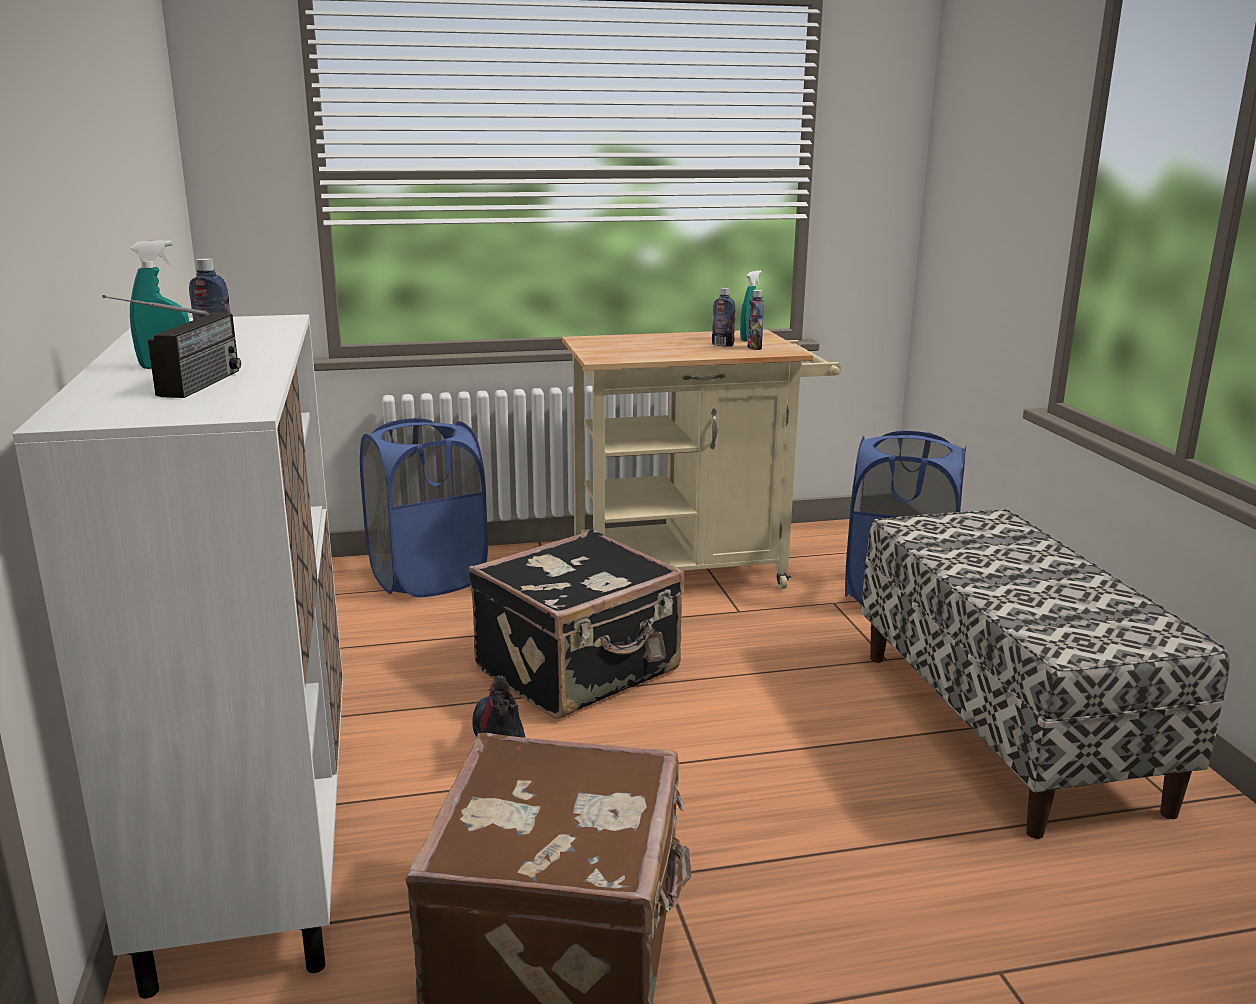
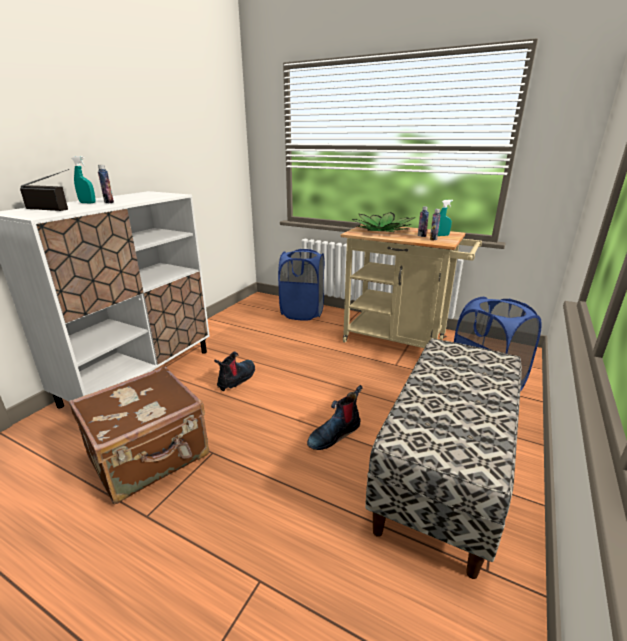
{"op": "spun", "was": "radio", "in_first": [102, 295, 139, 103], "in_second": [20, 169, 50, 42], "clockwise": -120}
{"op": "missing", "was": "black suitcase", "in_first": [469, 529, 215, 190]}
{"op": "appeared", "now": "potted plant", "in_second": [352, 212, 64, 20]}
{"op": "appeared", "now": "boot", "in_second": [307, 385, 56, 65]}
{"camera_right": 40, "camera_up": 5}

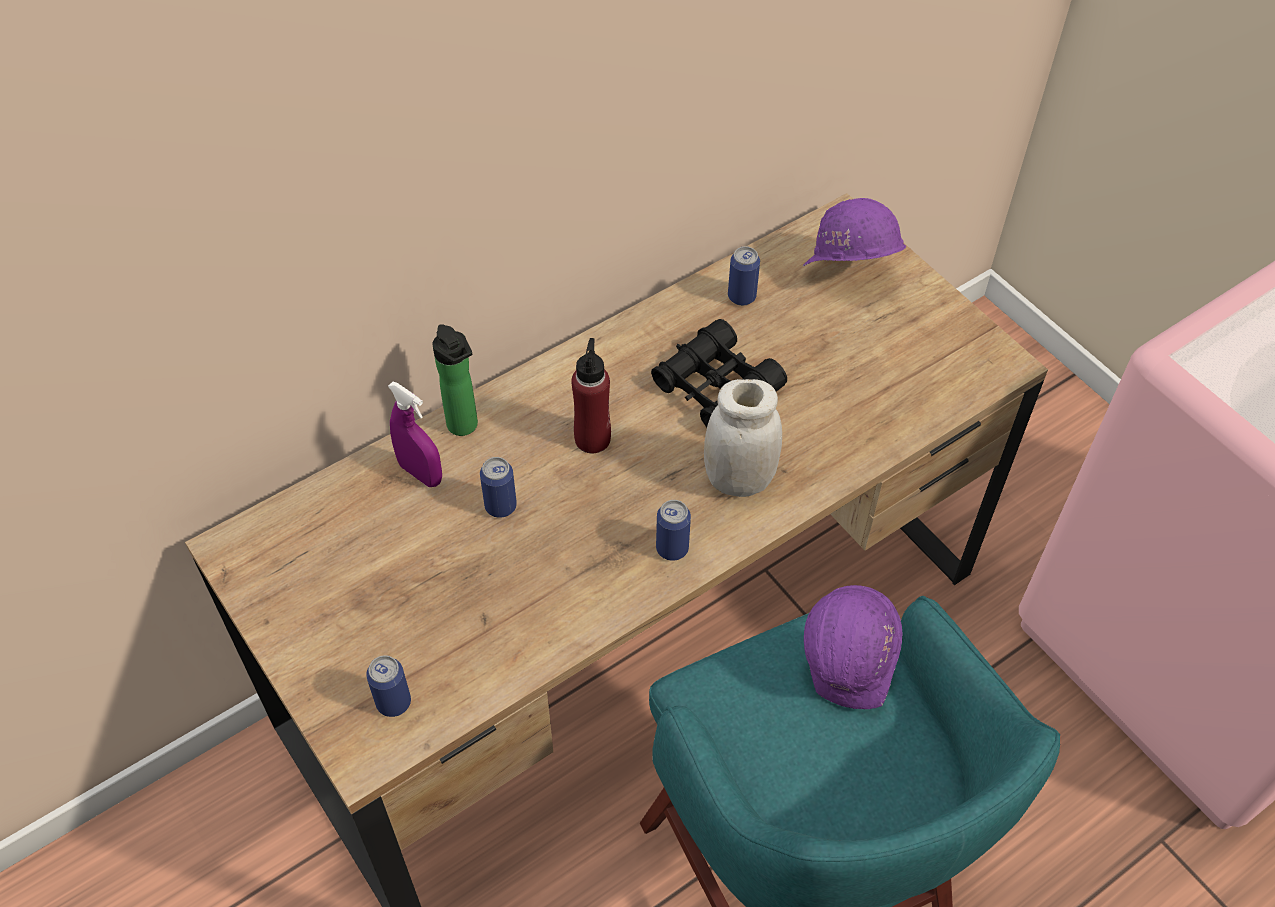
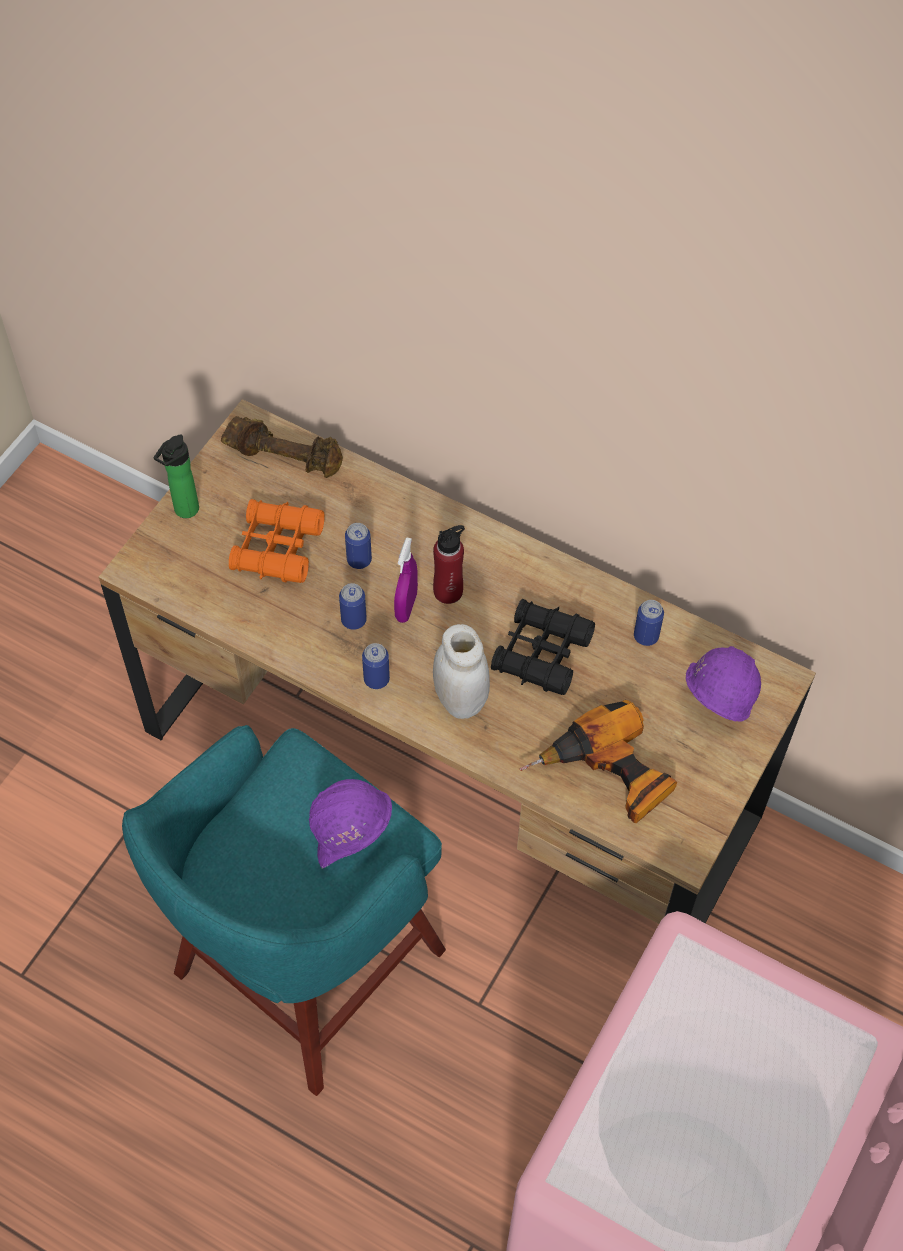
{"op": "relocated", "was": "bottle", "in_first": [432, 324, 46, 112], "in_second": [153, 434, 46, 84]}
{"op": "relocated", "was": "purple spray bottle", "in_first": [388, 382, 54, 105], "in_second": [394, 537, 24, 86]}
{"op": "relocated", "was": "can", "in_first": [366, 655, 45, 62], "in_second": [339, 583, 28, 47]}
{"op": "appeared", "now": "brown dumbbell", "in_second": [221, 416, 122, 62]}
{"op": "appeared", "now": "orange binoculars", "in_second": [229, 499, 96, 84]}
{"op": "appeared", "now": "power drill", "in_second": [520, 700, 157, 123]}
{"camera_right": 65, "camera_up": 5}

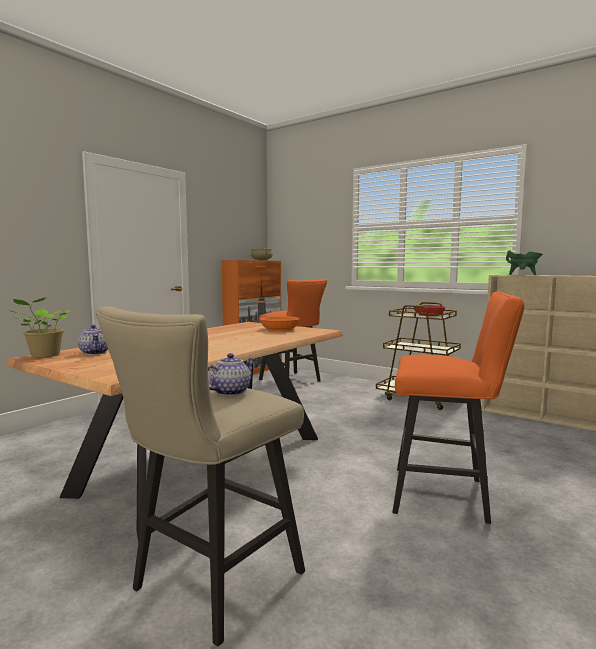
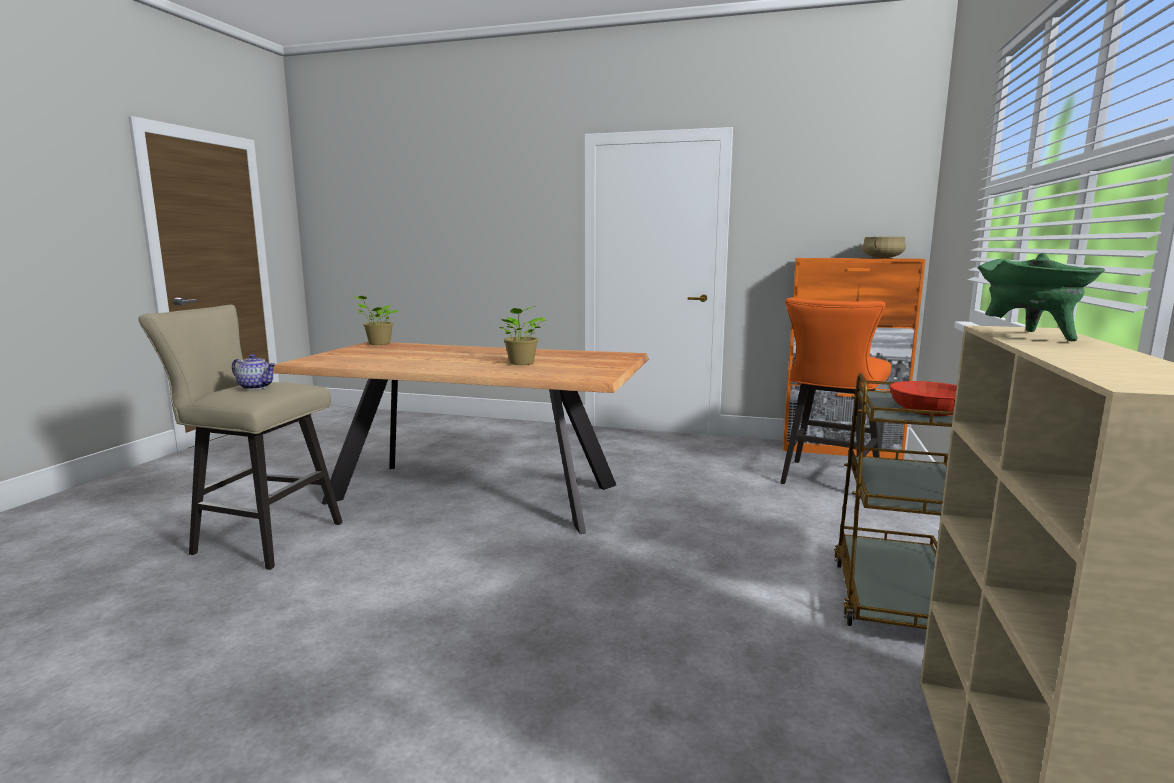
{"op": "missing", "was": "orange stool", "in_first": [392, 291, 132, 233]}
{"op": "missing", "was": "orange bowl", "in_first": [260, 316, 40, 15]}
{"op": "missing", "was": "teapot", "in_first": [78, 324, 30, 31]}
{"op": "appeared", "now": "potted plant", "in_second": [500, 306, 47, 59]}
{"camera_right": 70, "camera_up": 5}

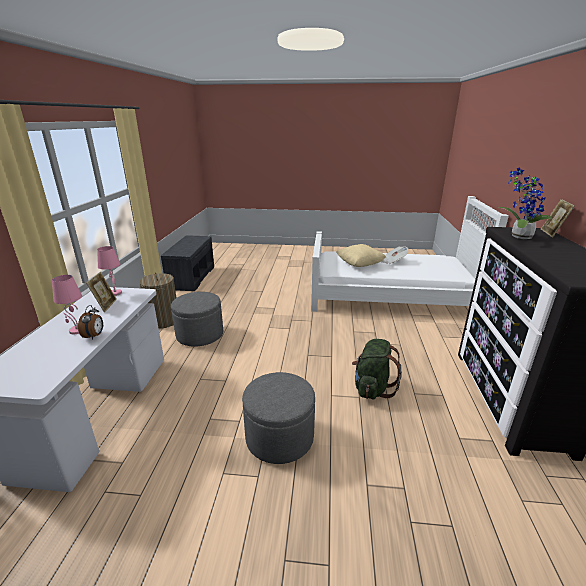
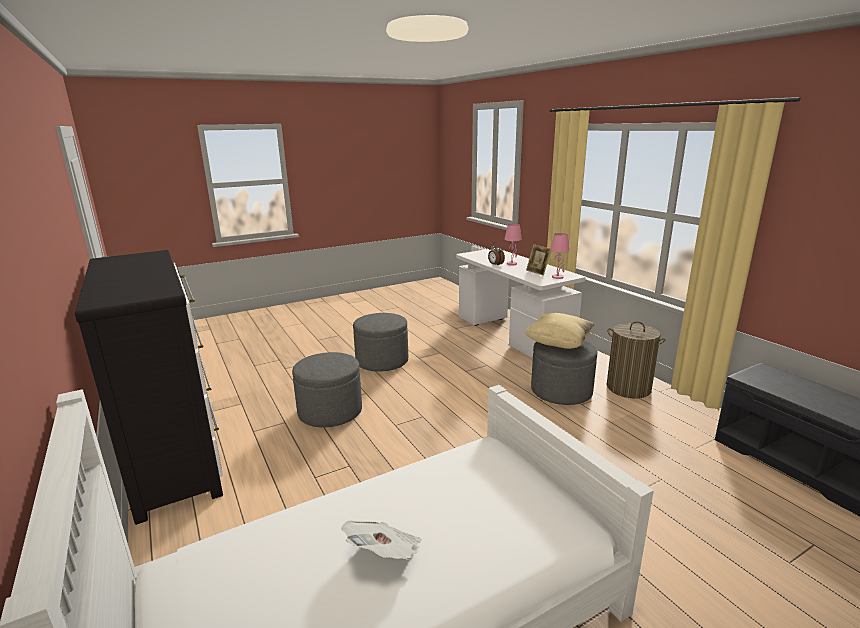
{"op": "missing", "was": "potted plant", "in_first": [498, 167, 54, 72]}
{"op": "missing", "was": "picture frame", "in_first": [541, 199, 34, 38]}
{"op": "relocated", "was": "beige pillow", "in_first": [336, 244, 51, 23], "in_second": [524, 313, 71, 36]}
{"op": "exchanged", "was": "green backpack", "now": "grey ottoman", "in_first": [352, 339, 50, 60], "in_second": [292, 352, 70, 75]}
{"camera_right": 145, "camera_up": -5}

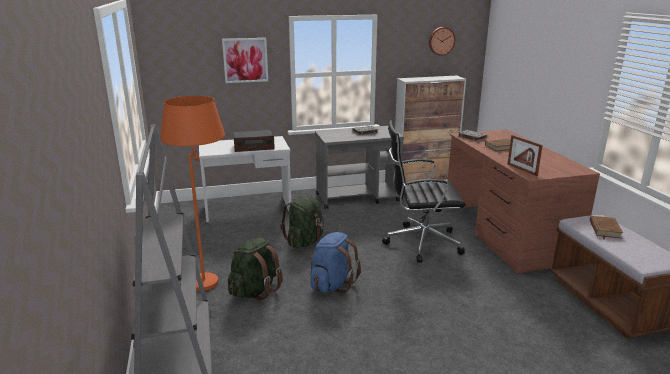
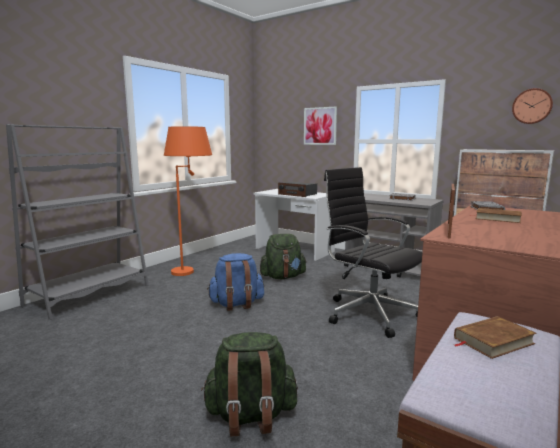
{"op": "relocated", "was": "green backpack", "in_first": [228, 238, 55, 63], "in_second": [201, 332, 97, 104]}
{"camera_right": 50, "camera_up": -10}

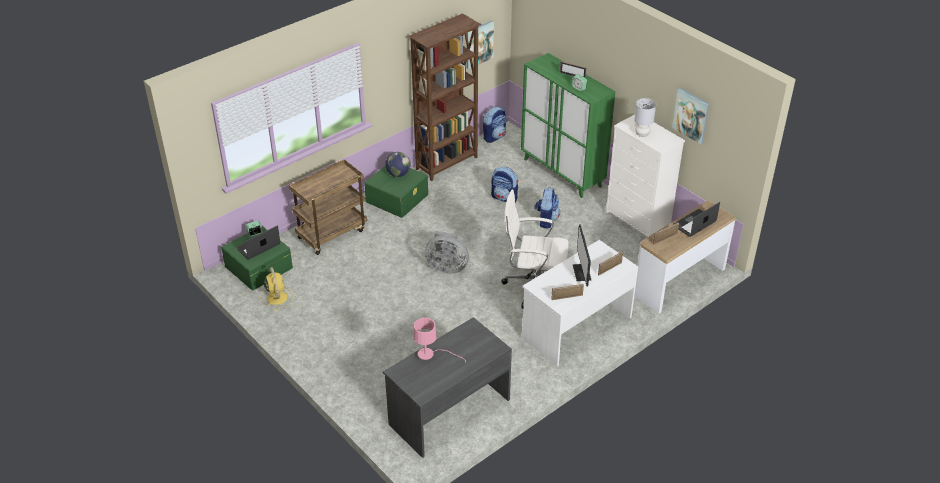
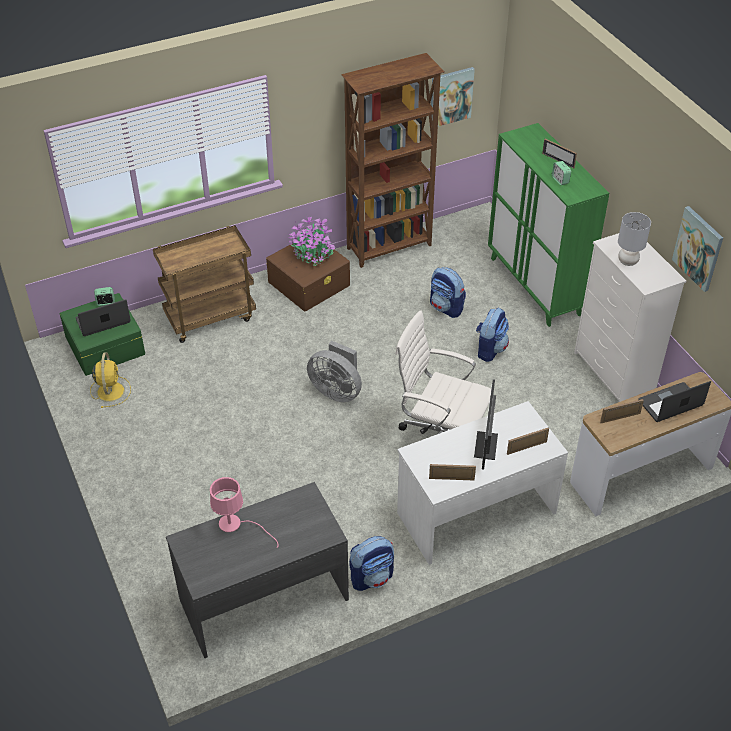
{"op": "relocated", "was": "backpack", "in_first": [483, 107, 23, 36], "in_second": [349, 536, 45, 55]}
{"op": "exchanged", "was": "globe", "now": "potted plant", "in_first": [385, 152, 25, 25], "in_second": [289, 217, 47, 49]}
{"op": "colour", "was": "green storage box", "now": "brown storage box", "in_first": [364, 166, 64, 52], "in_second": [266, 237, 84, 75]}
{"camera_right": 15, "camera_up": 5}

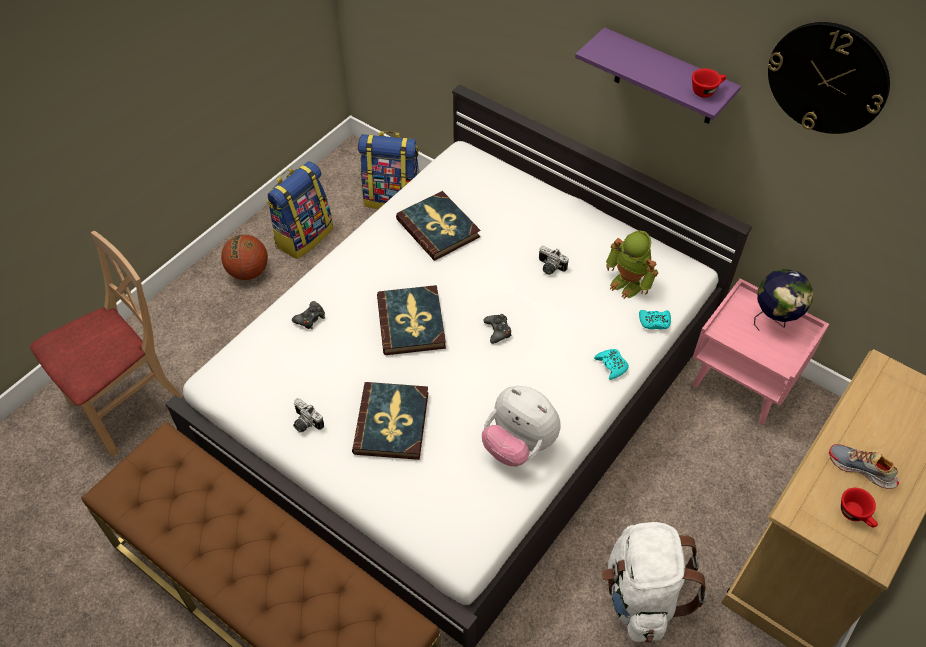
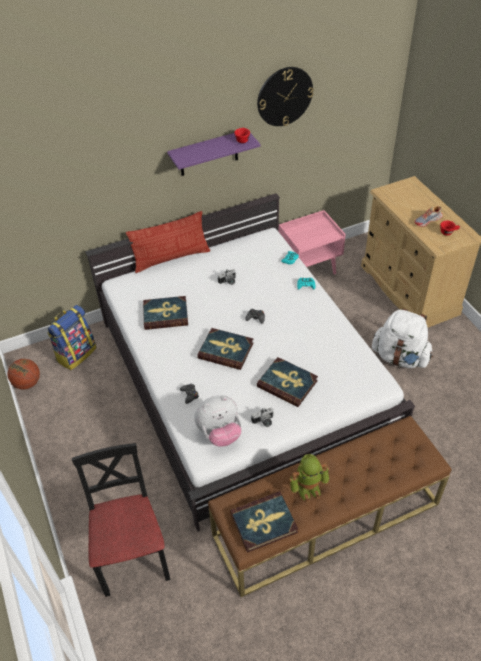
{"op": "missing", "was": "backpack", "in_first": [266, 161, 67, 98]}
{"op": "relocated", "was": "toy robot", "in_first": [606, 230, 52, 69], "in_second": [289, 454, 40, 48]}
{"op": "colour", "was": "beige chair", "now": "black chair", "in_first": [30, 231, 152, 226], "in_second": [72, 443, 98, 154]}
{"op": "relocated", "was": "basketball", "in_first": [221, 235, 47, 45], "in_second": [8, 359, 32, 30]}
{"op": "missing", "was": "globe", "in_first": [754, 269, 59, 62]}
{"op": "relocated", "was": "plush toy", "in_first": [482, 386, 78, 81], "in_second": [194, 395, 47, 52]}
{"op": "appeared", "now": "pillow", "in_second": [126, 211, 84, 62]}
{"op": "appeared", "now": "book", "in_second": [230, 491, 68, 62]}
{"camera_right": -60, "camera_up": -5}

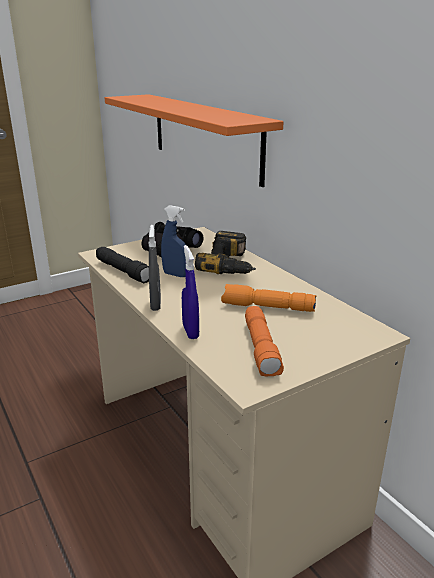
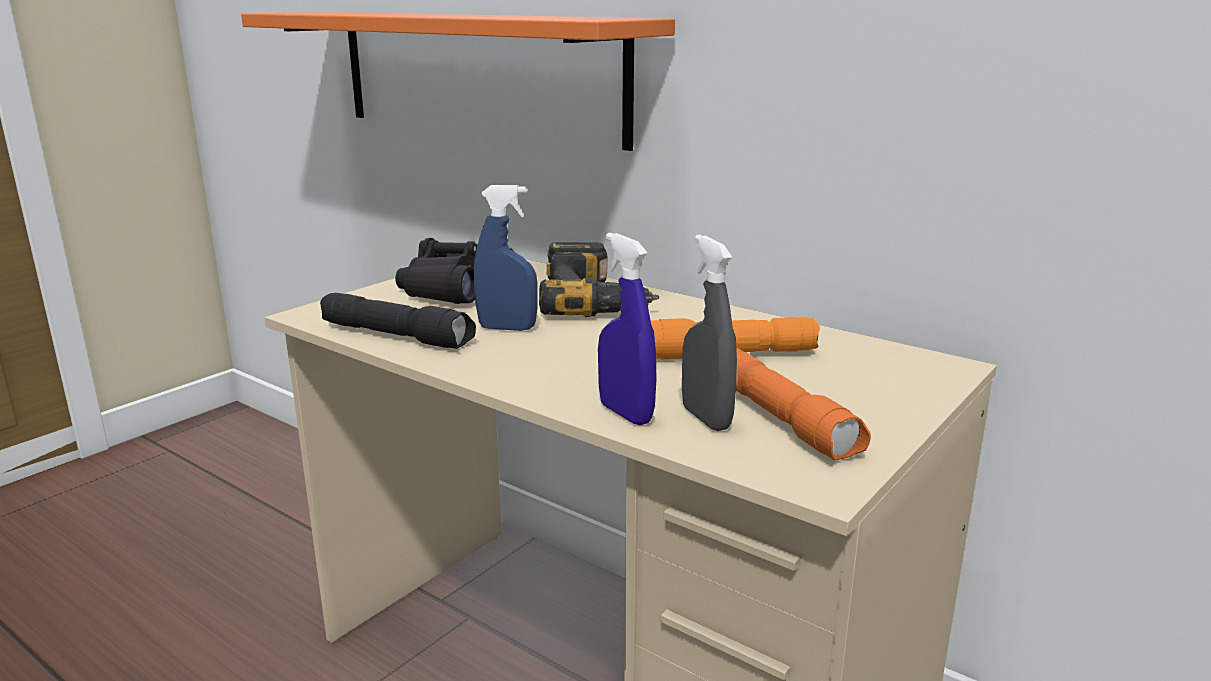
{"op": "relocated", "was": "grey spray bottle", "in_first": [149, 225, 12, 86], "in_second": [682, 235, 55, 196]}
{"camera_right": -20, "camera_up": -5}

